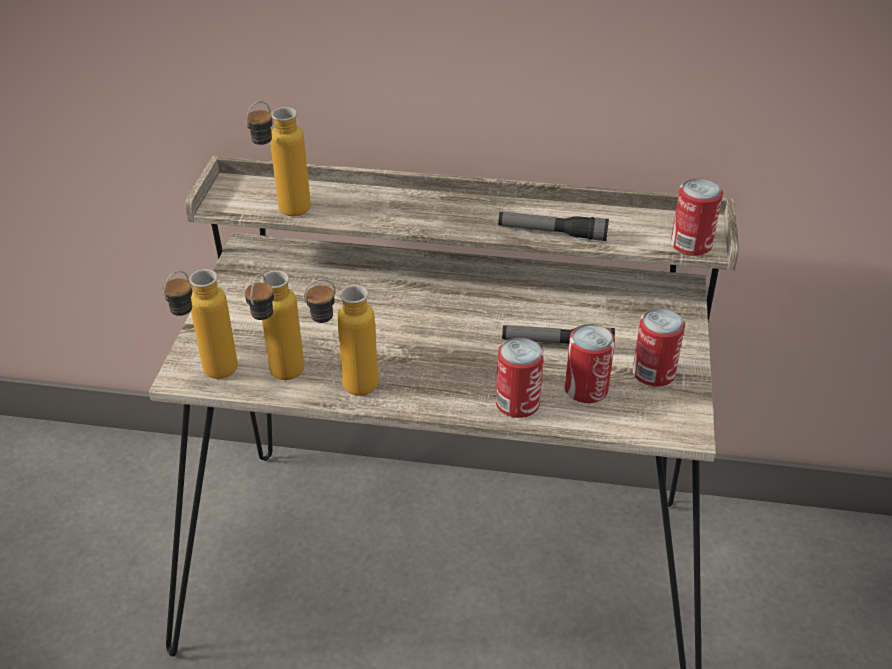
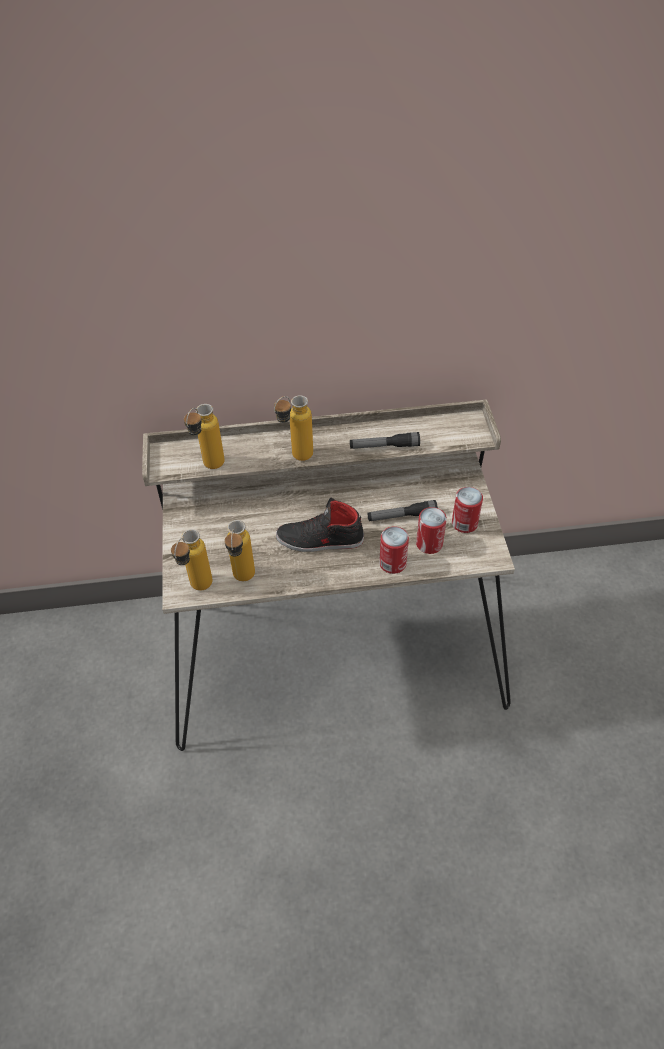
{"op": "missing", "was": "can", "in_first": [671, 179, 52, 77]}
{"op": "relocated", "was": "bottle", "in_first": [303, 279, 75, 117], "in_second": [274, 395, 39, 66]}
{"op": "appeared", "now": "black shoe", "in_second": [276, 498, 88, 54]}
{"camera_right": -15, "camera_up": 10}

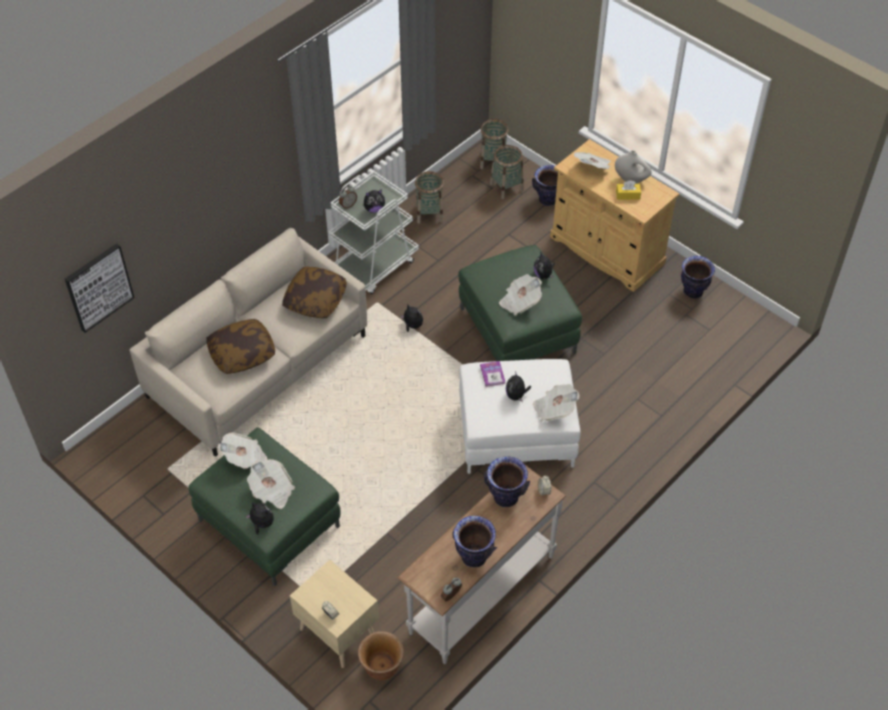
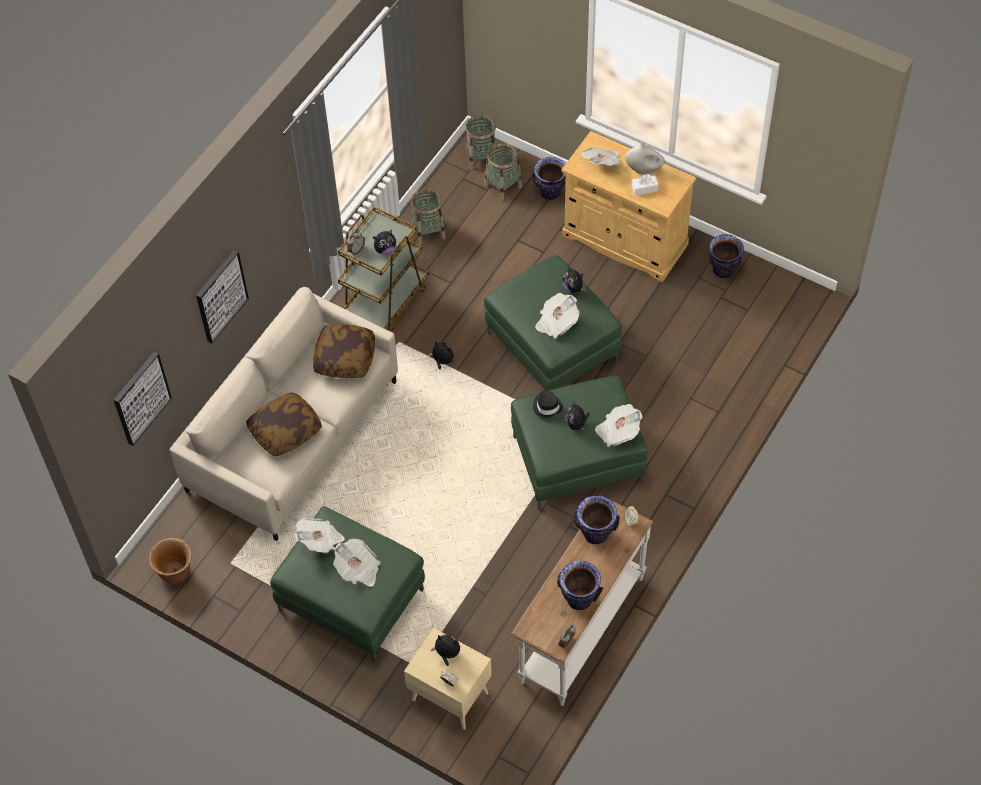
{"op": "colour", "was": "white cart", "now": "brown cart", "in_first": [329, 171, 90, 123], "in_second": [338, 207, 91, 125]}
{"op": "colour", "was": "yellow tissue box", "now": "white tissue box", "in_first": [616, 180, 25, 20], "in_second": [631, 174, 28, 22]}
{"op": "colour", "was": "white ottoman", "now": "green ottoman", "in_first": [459, 359, 121, 115], "in_second": [511, 376, 137, 134]}
{"op": "exchanged", "was": "book", "now": "black hat", "in_first": [480, 361, 25, 26], "in_second": [533, 390, 30, 27]}
{"op": "relocated", "was": "plush toy", "in_first": [245, 501, 29, 34], "in_second": [431, 634, 29, 32]}
{"op": "relocated", "was": "brown planter", "in_first": [358, 631, 46, 49], "in_second": [149, 538, 43, 46]}
{"op": "appeared", "now": "picture", "in_second": [196, 250, 53, 93]}
{"camera_right": -10, "camera_up": 5}

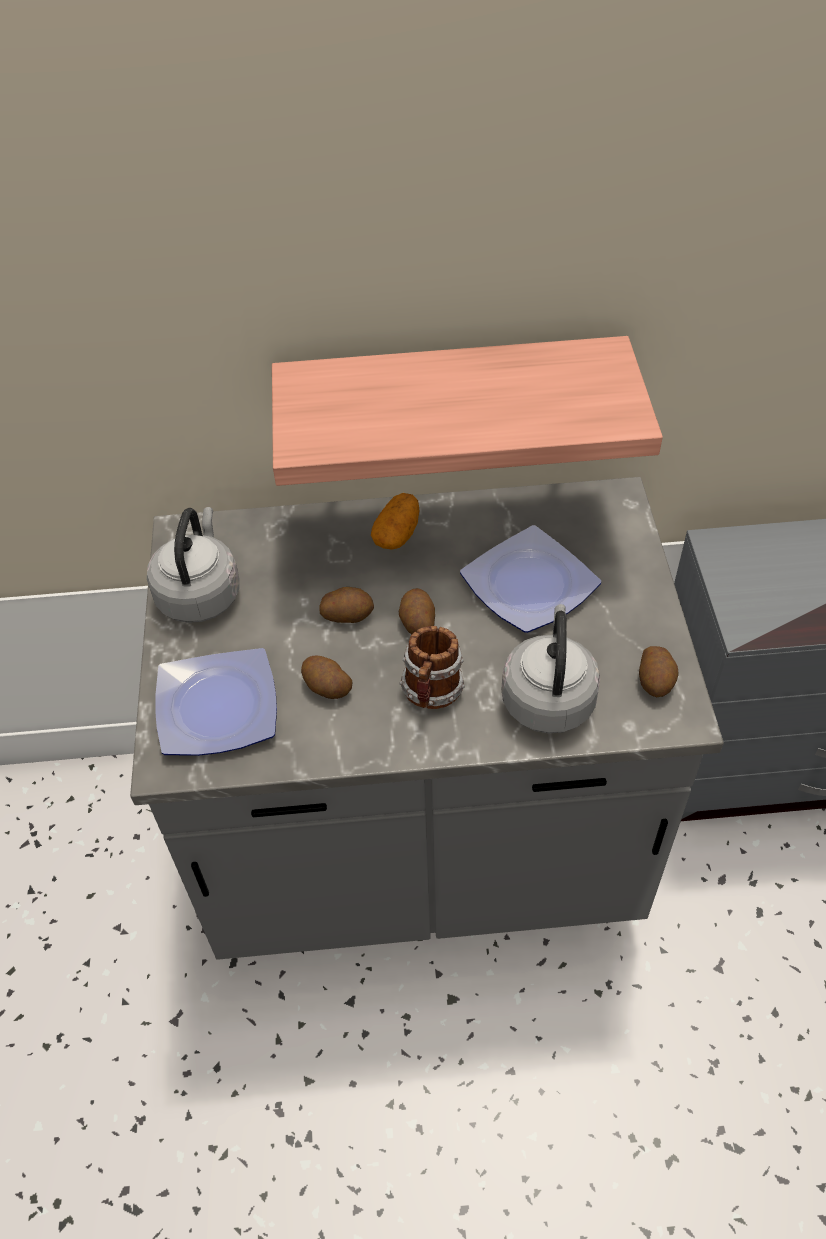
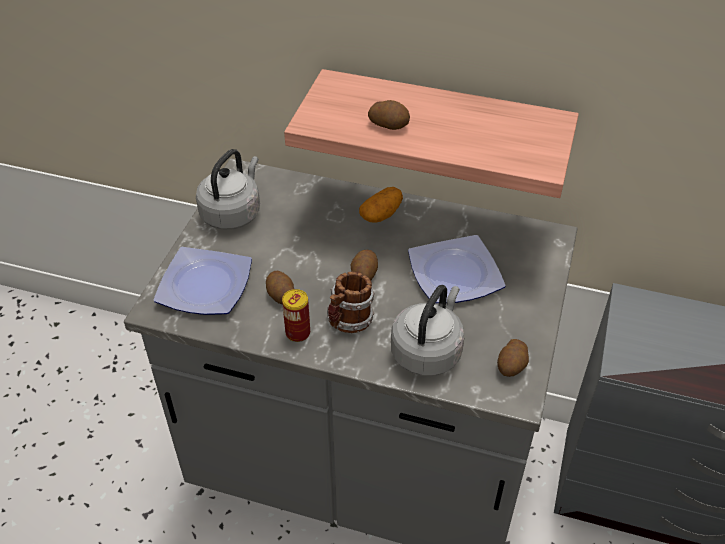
{"op": "relocated", "was": "potato", "in_first": [319, 587, 55, 36], "in_second": [368, 100, 42, 30]}
{"op": "appeared", "now": "can", "in_second": [282, 289, 28, 53]}
{"camera_right": 20, "camera_up": -5}

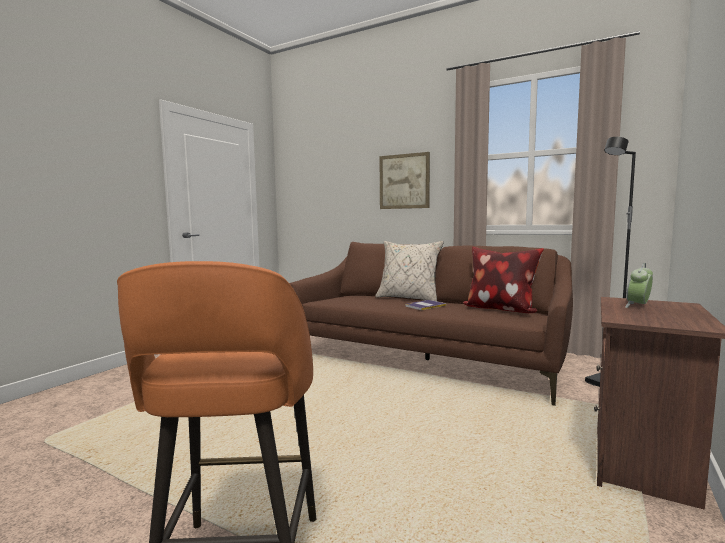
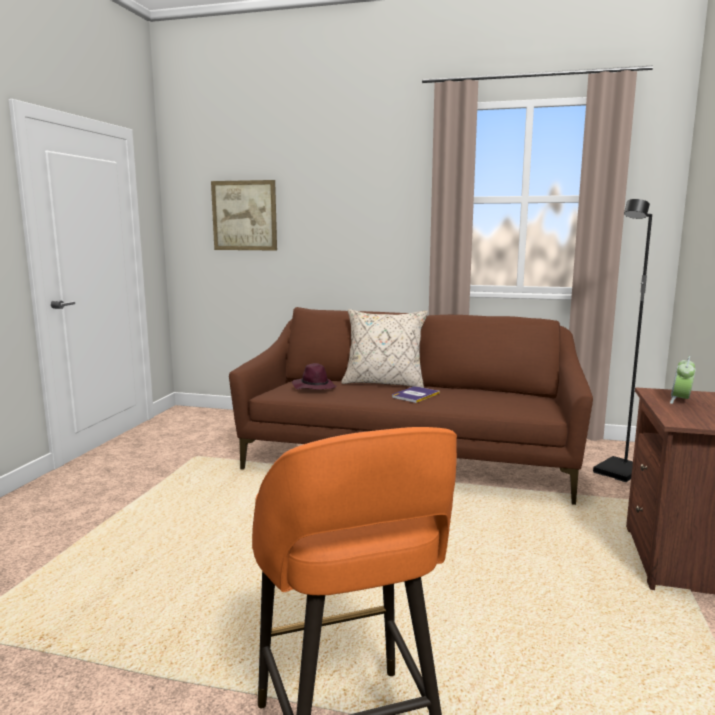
{"op": "relocated", "was": "picture", "in_first": [380, 152, 50, 57], "in_second": [211, 180, 66, 71]}
{"op": "missing", "was": "pillow", "in_first": [462, 246, 82, 67]}
{"op": "appeared", "now": "purple hat", "in_second": [292, 363, 45, 26]}
{"camera_right": -15, "camera_up": 5}

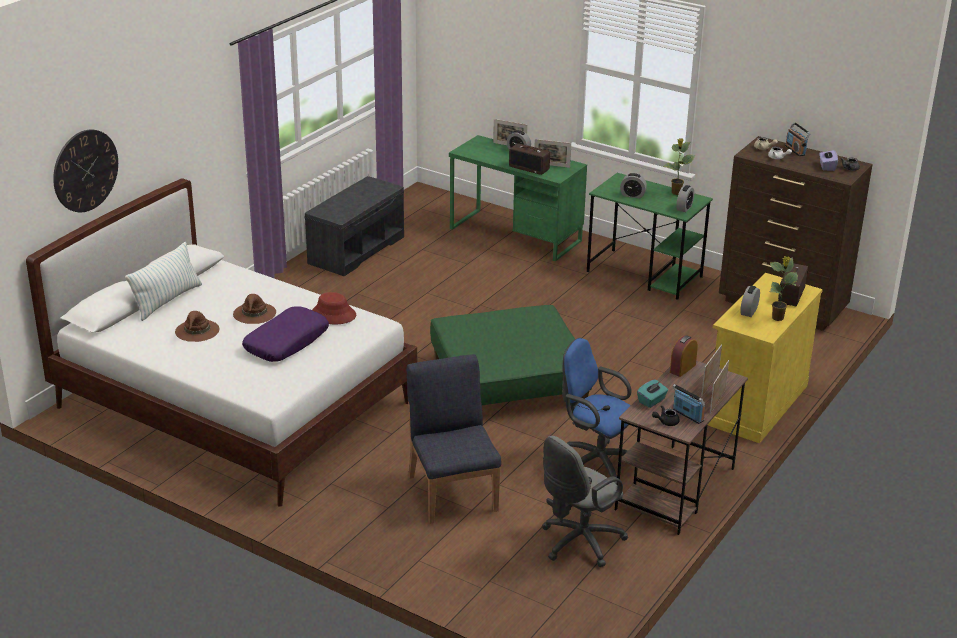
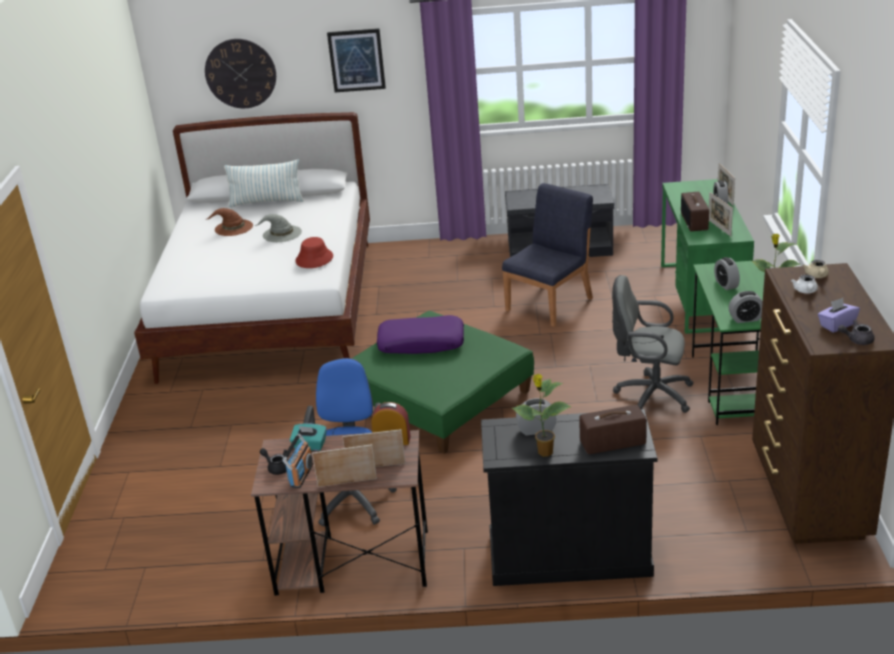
{"op": "missing", "was": "radio", "in_first": [785, 122, 26, 34]}
{"op": "colour", "was": "yellow cabinet", "now": "black cabinet", "in_first": [708, 273, 115, 170], "in_second": [481, 409, 176, 177]}
{"op": "colour", "was": "brown hat", "now": "grey hat", "in_first": [233, 294, 43, 30], "in_second": [254, 214, 48, 28]}
{"op": "relocated", "was": "purple pillow", "in_first": [242, 306, 87, 56], "in_second": [377, 315, 87, 39]}
{"op": "relocated", "was": "blue chair", "in_first": [407, 354, 94, 170], "in_second": [502, 183, 91, 144]}
{"op": "relocated", "was": "grey office chair", "in_first": [542, 436, 86, 131], "in_second": [612, 275, 82, 138]}
{"op": "appeared", "now": "picture", "in_second": [327, 28, 59, 64]}
{"camera_right": 60, "camera_up": 0}

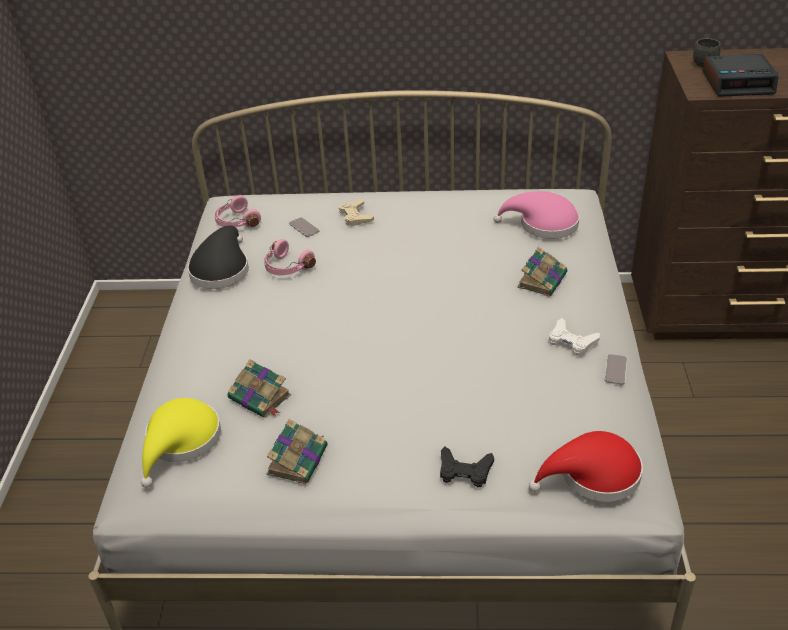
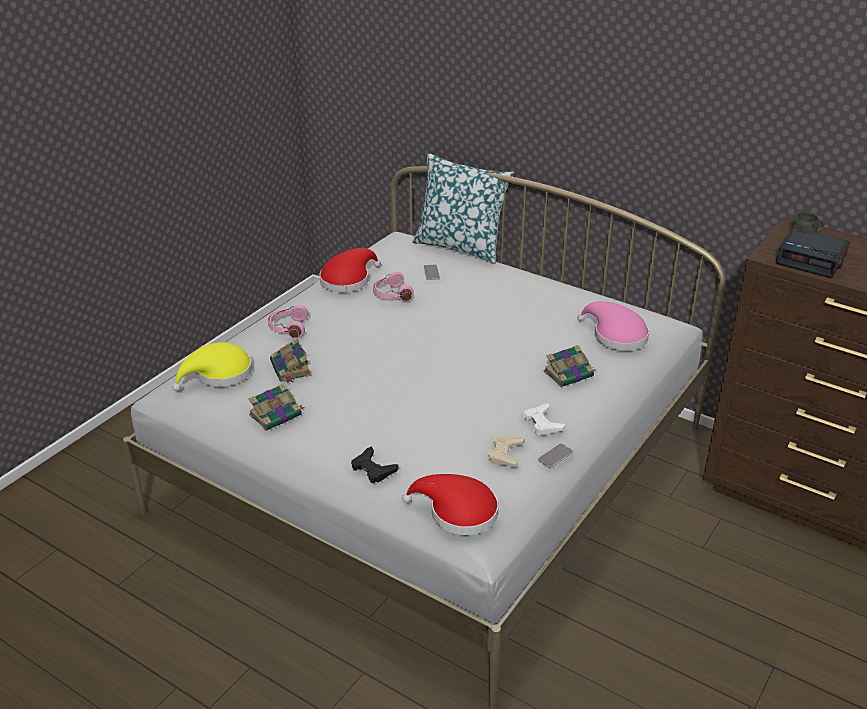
{"op": "relocated", "was": "pink headphones", "in_first": [214, 195, 47, 33], "in_second": [268, 305, 40, 33]}
{"op": "relocated", "was": "beige game controller", "in_first": [339, 198, 35, 28], "in_second": [488, 435, 37, 32]}
{"op": "colour", "was": "black hat", "now": "red hat", "in_first": [188, 225, 61, 64], "in_second": [320, 248, 61, 45]}
{"op": "appeared", "now": "pillow", "in_second": [412, 153, 102, 111]}
{"camera_right": 30, "camera_up": -5}

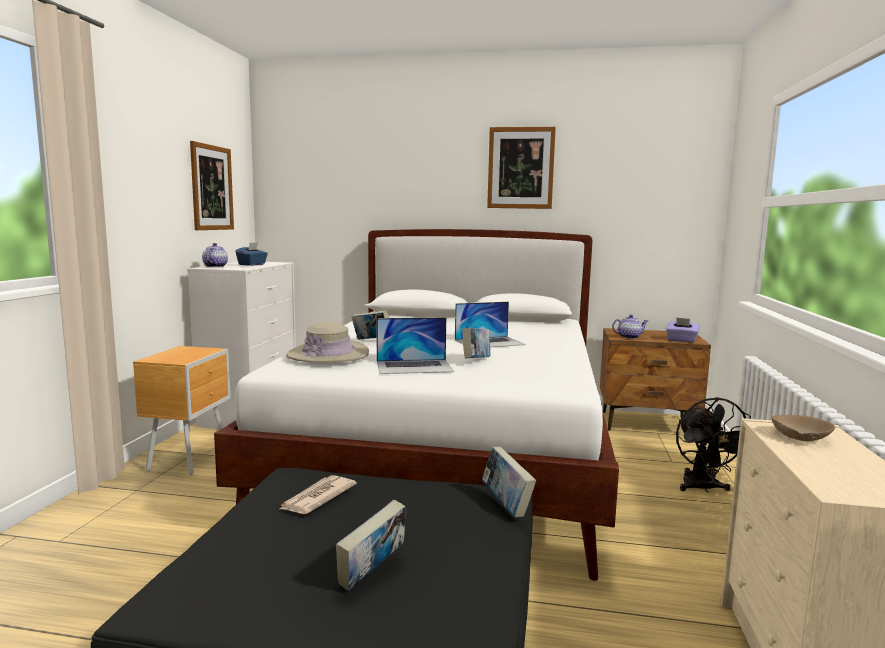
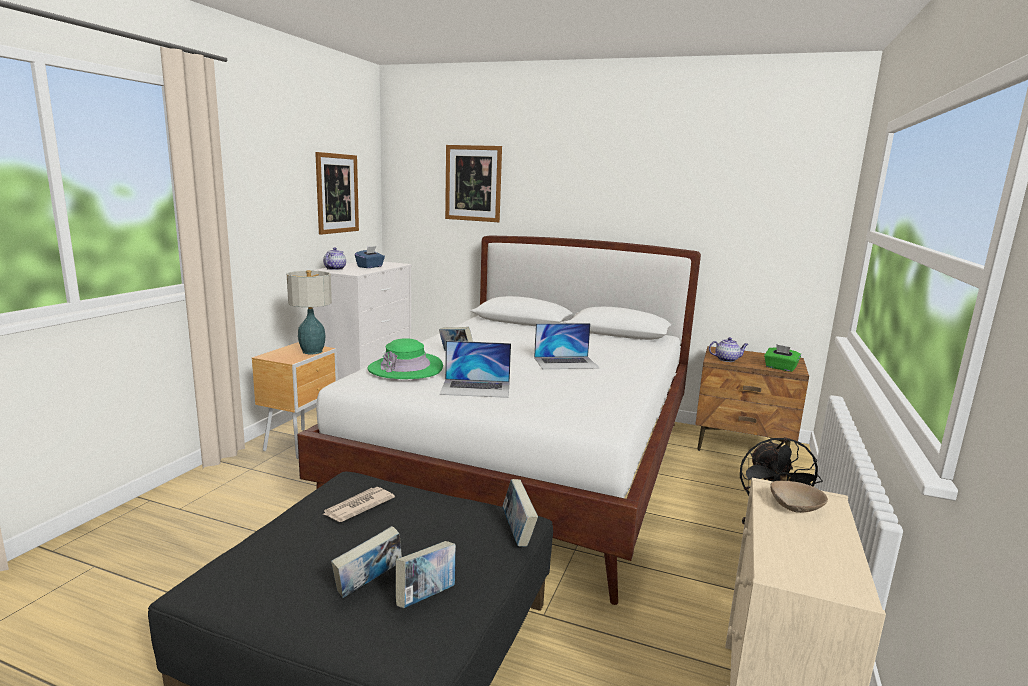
{"op": "relocated", "was": "picture", "in_first": [487, 127, 69, 82], "in_second": [445, 145, 57, 77]}
{"op": "colour", "was": "purple tissue box", "now": "green tissue box", "in_first": [666, 317, 34, 26], "in_second": [764, 344, 37, 28]}
{"op": "colour", "was": "beige hat", "now": "green hat", "in_first": [286, 322, 83, 41], "in_second": [367, 338, 76, 41]}
{"op": "relocated", "was": "book", "in_first": [462, 327, 28, 31], "in_second": [396, 541, 60, 67]}
{"op": "appeared", "now": "table lamp", "in_second": [287, 270, 45, 84]}
{"camera_right": 10, "camera_up": 5}

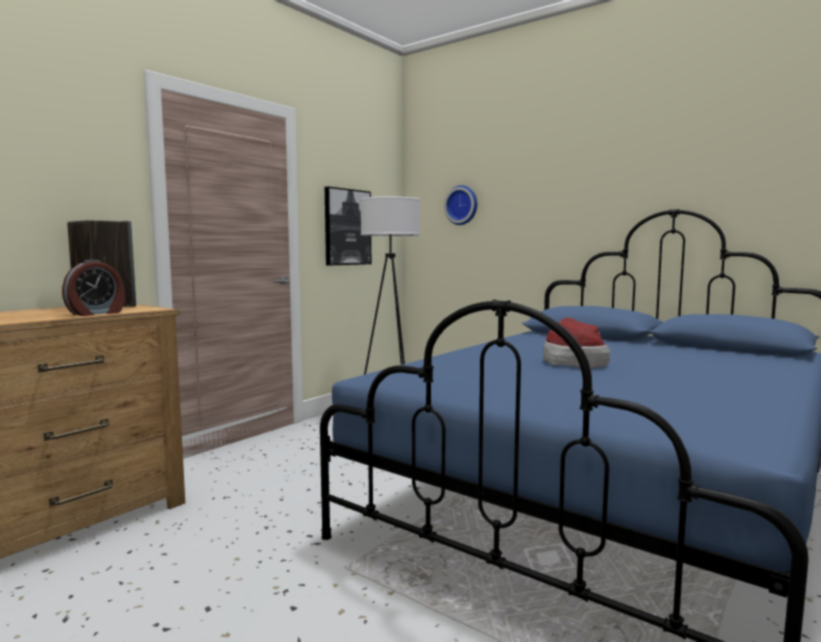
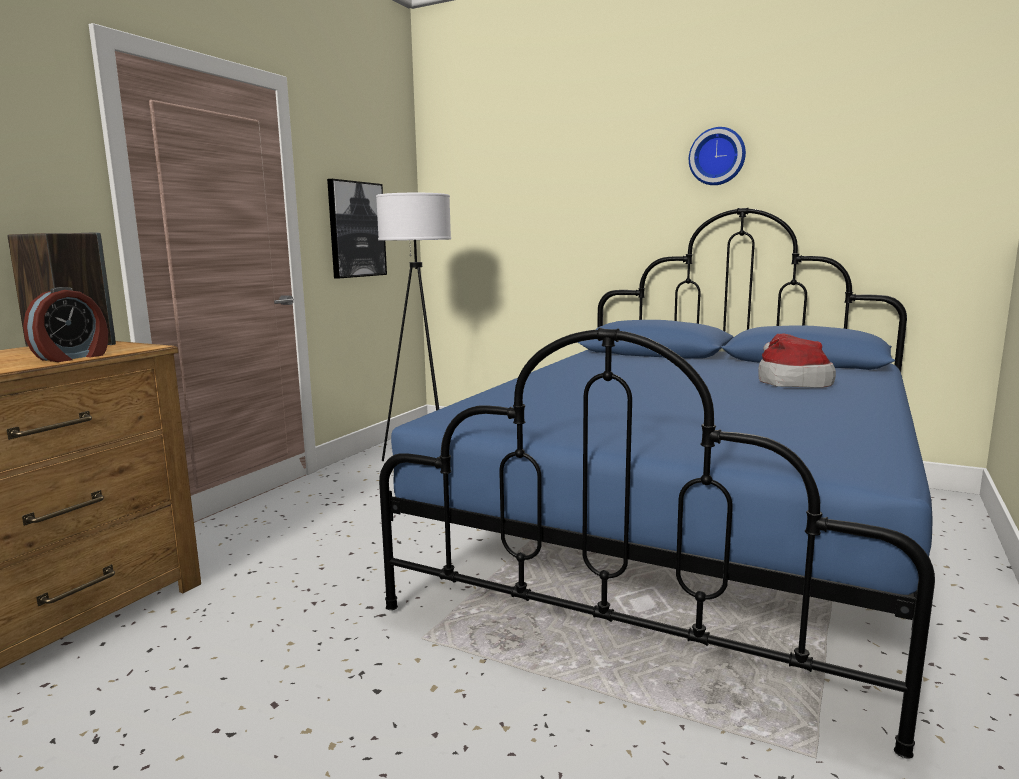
{"op": "relocated", "was": "wall clock", "in_first": [444, 185, 33, 40], "in_second": [689, 127, 57, 58]}
{"op": "relocated", "was": "hat", "in_first": [543, 318, 67, 50], "in_second": [758, 333, 78, 55]}
{"camera_right": -10, "camera_up": 5}

